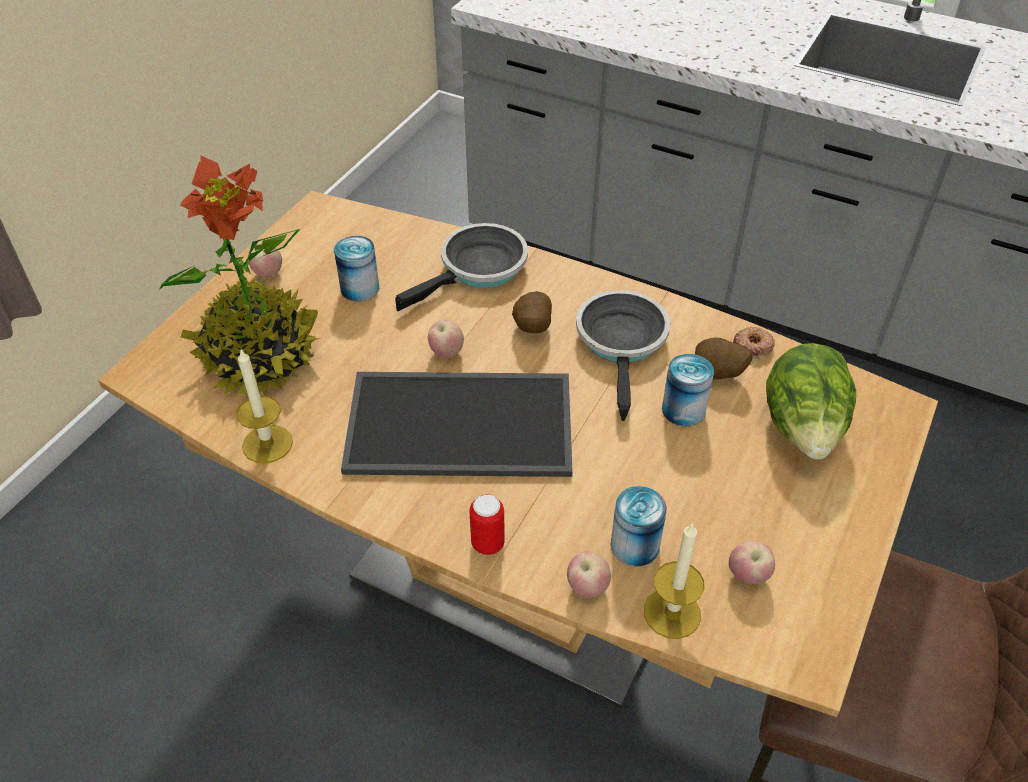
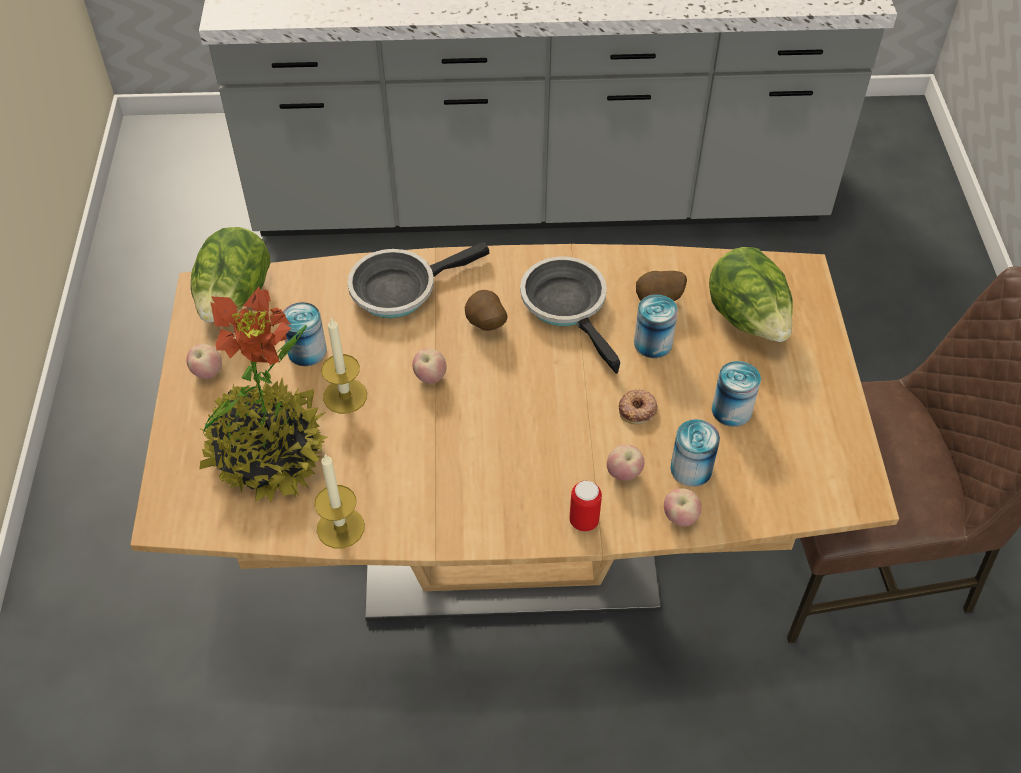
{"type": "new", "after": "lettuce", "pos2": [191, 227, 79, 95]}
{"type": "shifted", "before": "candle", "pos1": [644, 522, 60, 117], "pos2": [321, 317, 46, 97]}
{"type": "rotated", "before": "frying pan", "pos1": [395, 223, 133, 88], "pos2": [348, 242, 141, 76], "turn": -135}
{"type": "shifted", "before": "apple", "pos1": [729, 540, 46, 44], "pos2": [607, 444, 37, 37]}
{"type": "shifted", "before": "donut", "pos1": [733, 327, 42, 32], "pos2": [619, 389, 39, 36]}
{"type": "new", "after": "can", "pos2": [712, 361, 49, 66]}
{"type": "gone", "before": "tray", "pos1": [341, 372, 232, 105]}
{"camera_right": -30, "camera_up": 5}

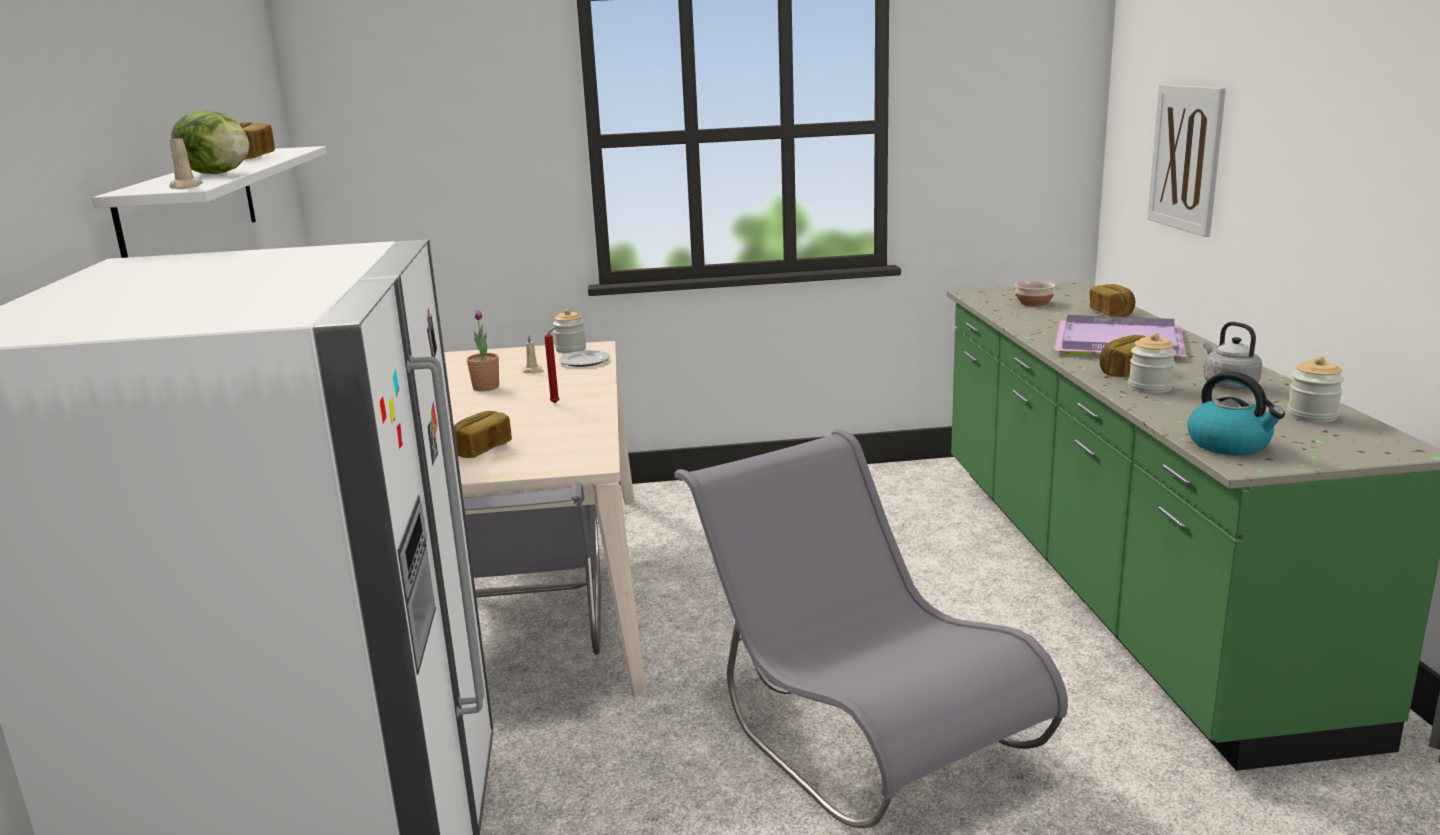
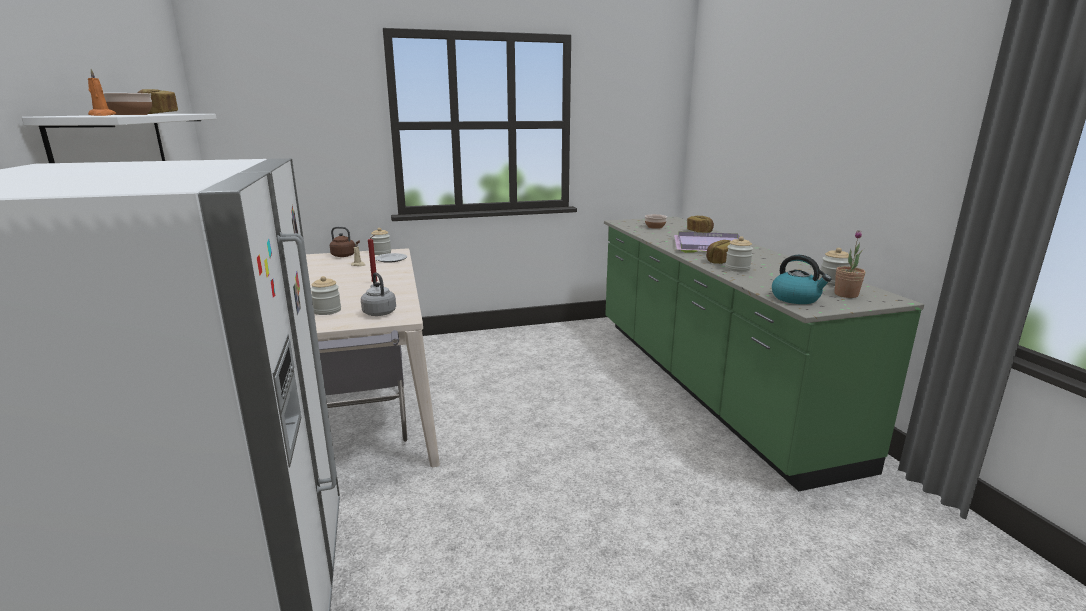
{"type": "repainted", "before": "candle (beige)", "after": "candle (orange)", "pos1": [169, 127, 34, 62], "pos2": [88, 69, 28, 47]}
{"type": "swapped", "before": "lettuce", "after": "bowl", "pos1": [171, 110, 79, 64], "pos2": [103, 93, 49, 22]}
{"type": "swapped", "before": "bread", "after": "jar", "pos1": [454, 411, 58, 47], "pos2": [311, 276, 30, 39]}
{"type": "new", "after": "kettle (brown)", "pos2": [330, 227, 30, 30]}
{"type": "shifted", "before": "kettle (grey)", "pos1": [1203, 322, 59, 67], "pos2": [361, 272, 35, 44]}
{"type": "shifted", "before": "potted plant", "pos1": [467, 310, 32, 81], "pos2": [834, 230, 32, 68]}
{"type": "gone", "before": "chair (grey)", "pos1": [675, 429, 393, 399]}
{"type": "gone", "before": "picture", "pos1": [1147, 84, 79, 153]}
{"camera_right": -10, "camera_up": 0}

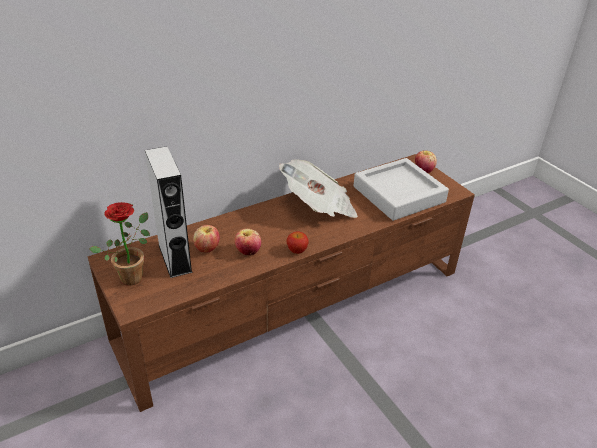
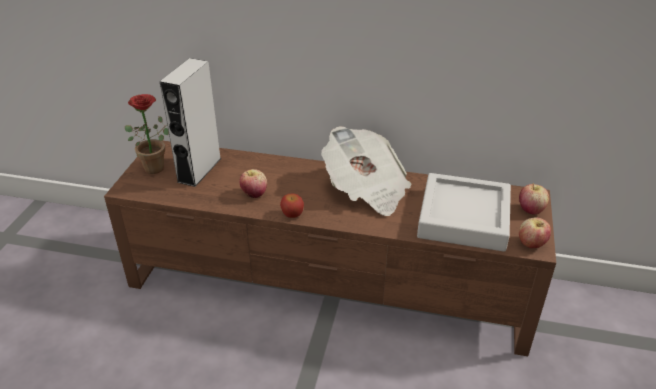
{"type": "shifted", "before": "apple", "pos1": [193, 225, 27, 27], "pos2": [519, 217, 32, 31]}
{"camera_right": 45, "camera_up": 0}

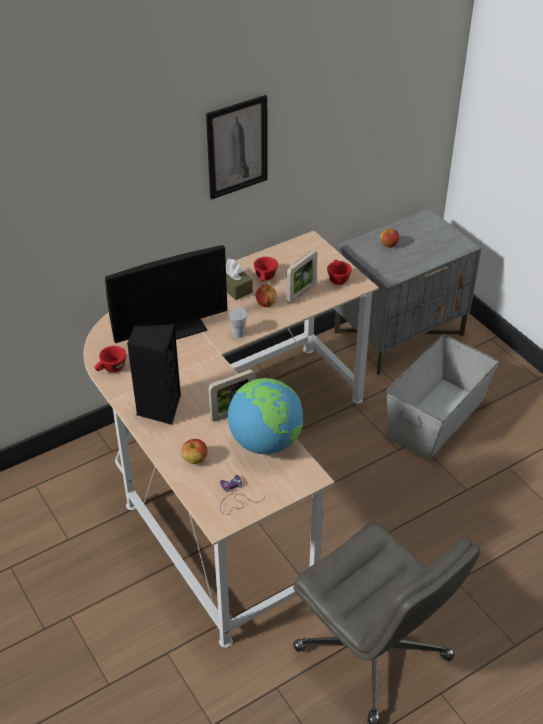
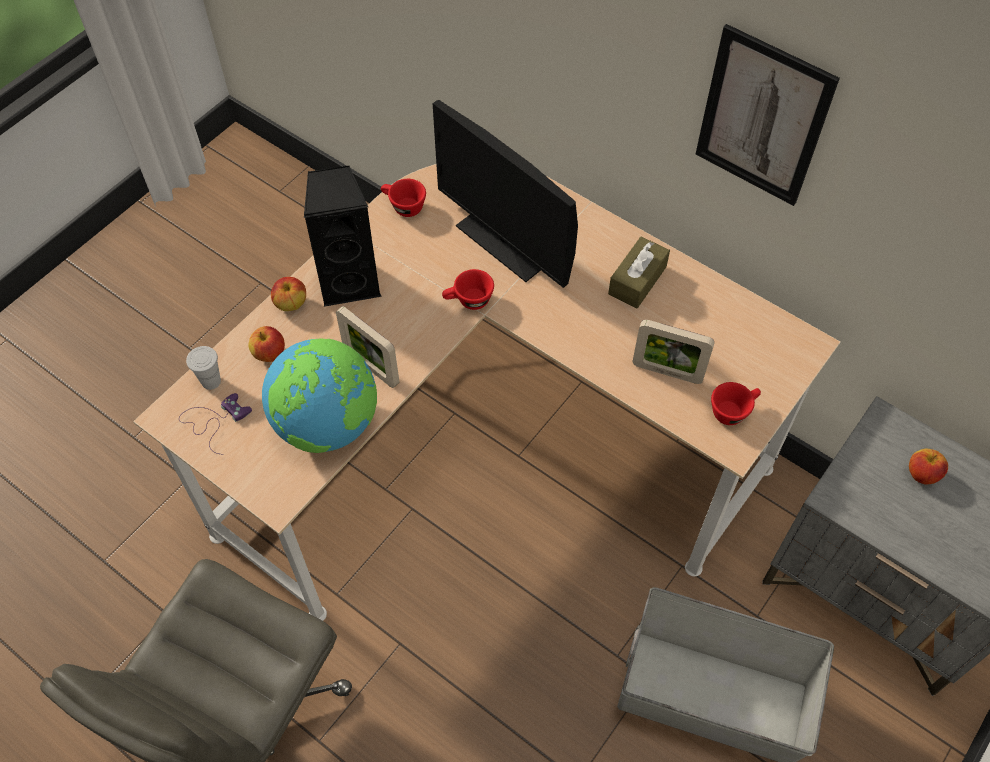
{"type": "shifted", "before": "cup (white)", "pos1": [229, 308, 19, 30], "pos2": [186, 346, 35, 44]}
{"type": "shifted", "before": "apple", "pos1": [255, 285, 22, 22], "pos2": [271, 277, 35, 34]}
{"type": "shifted", "before": "cup (red)", "pos1": [254, 257, 24, 25], "pos2": [442, 269, 52, 41]}
{"camera_right": 70, "camera_up": 15}

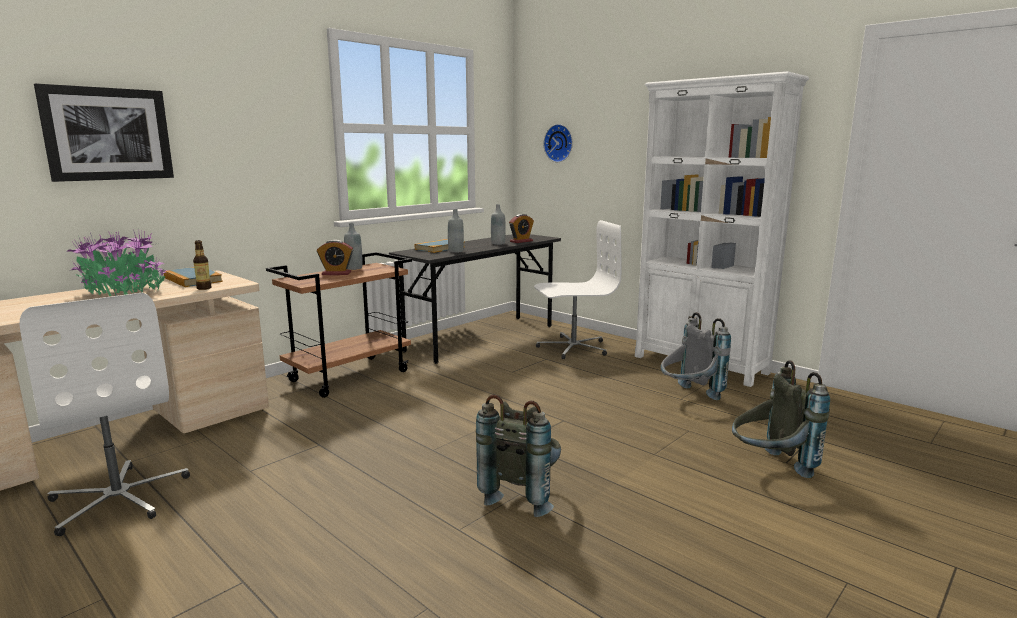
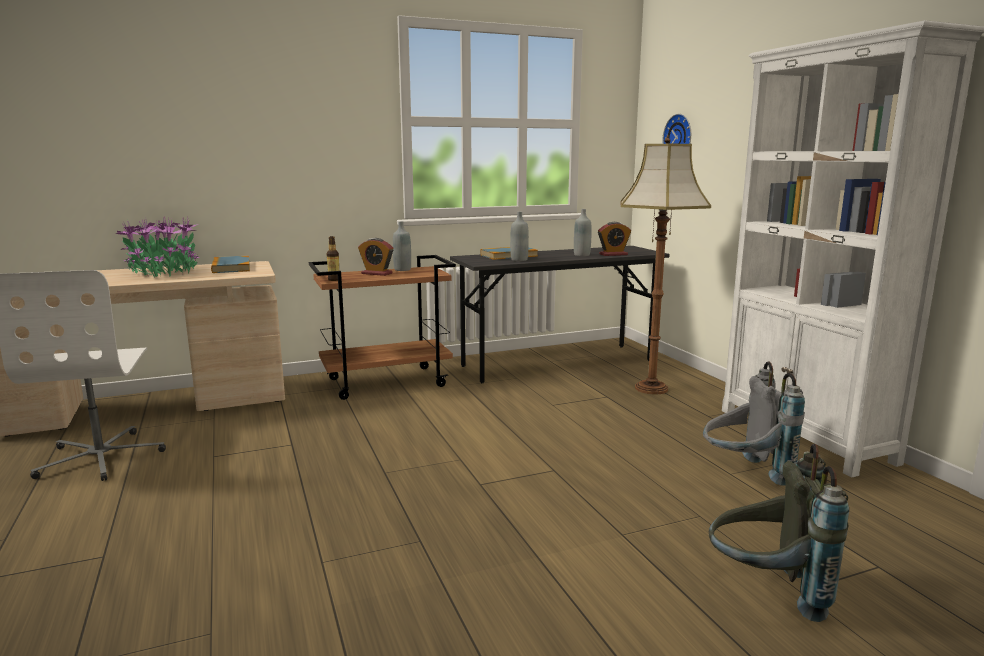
{"type": "shifted", "before": "bottle", "pos1": [193, 240, 19, 50], "pos2": [327, 236, 12, 45]}
{"type": "swapped", "before": "office chair (white)", "after": "floor lamp", "pos1": [534, 220, 87, 139], "pos2": [621, 135, 90, 259]}
{"type": "gone", "before": "picture", "pos1": [34, 83, 140, 99]}
{"type": "gone", "before": "backpack (grey)", "pos1": [476, 394, 85, 123]}
{"camera_right": 25, "camera_up": 0}

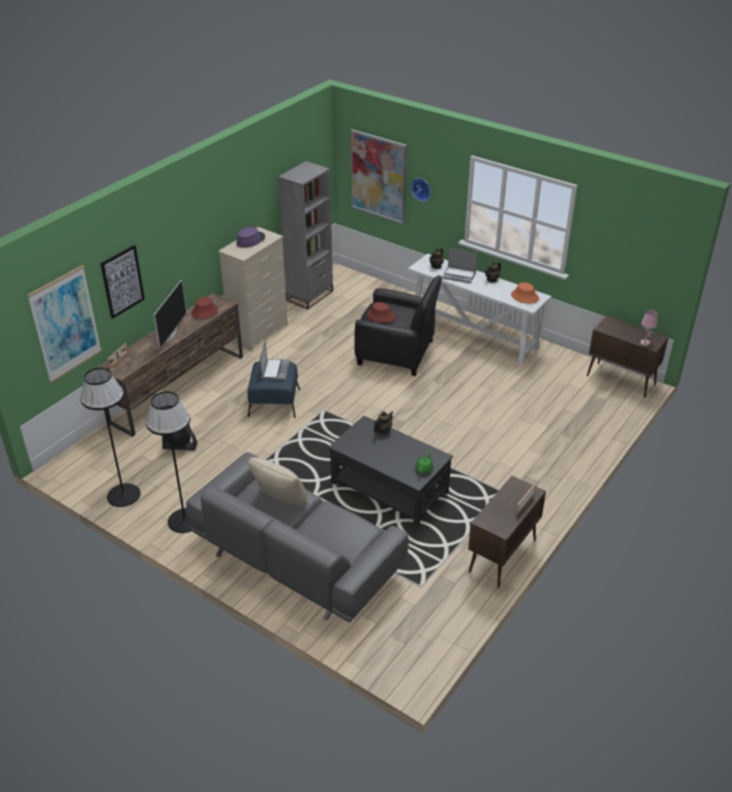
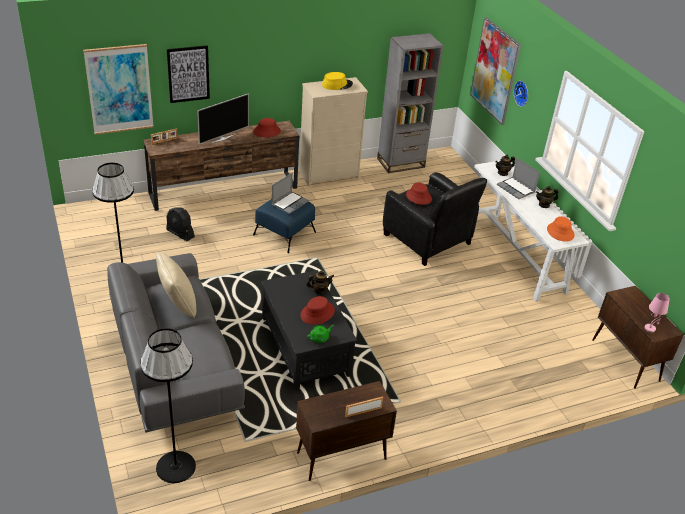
{"type": "shifted", "before": "floor lamp (black)", "pos1": [80, 368, 61, 139], "pos2": [140, 328, 56, 155]}
{"type": "new", "after": "hat (red)", "pos2": [300, 296, 35, 29]}
{"type": "repainted", "before": "hat (purple)", "after": "hat (yellow)", "pos1": [237, 227, 28, 21], "pos2": [322, 72, 31, 18]}
{"camera_right": 30, "camera_up": 0}

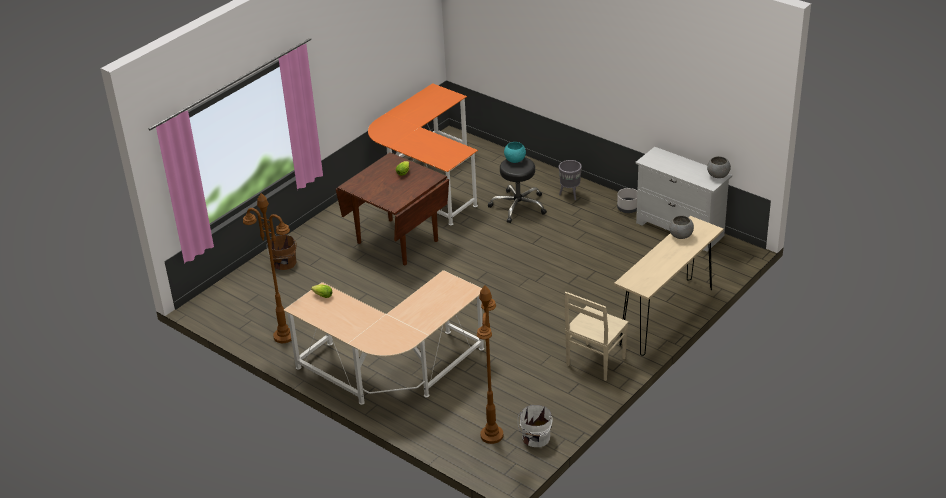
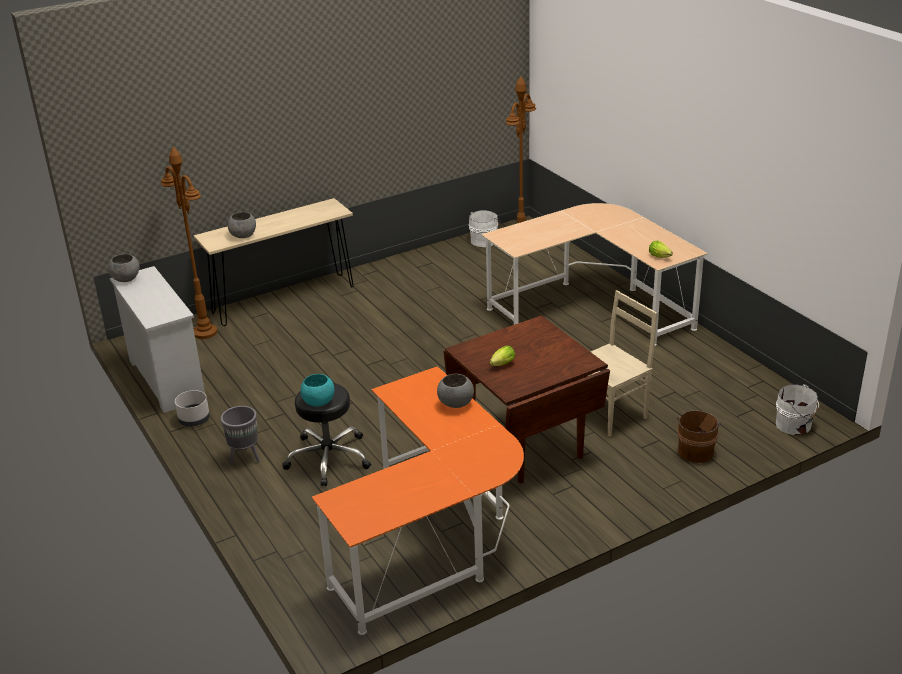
{"type": "shifted", "before": "floor lamp (brown)", "pos1": [243, 193, 49, 150], "pos2": [161, 147, 56, 192]}
{"type": "new", "after": "bowl (grey)", "pos2": [437, 374, 37, 34]}
{"type": "shifted", "before": "chair (beige)", "pos1": [565, 292, 63, 89], "pos2": [588, 290, 69, 147]}
{"type": "new", "after": "bucket (white)", "pos2": [776, 384, 43, 51]}
{"camera_right": -160, "camera_up": -5}

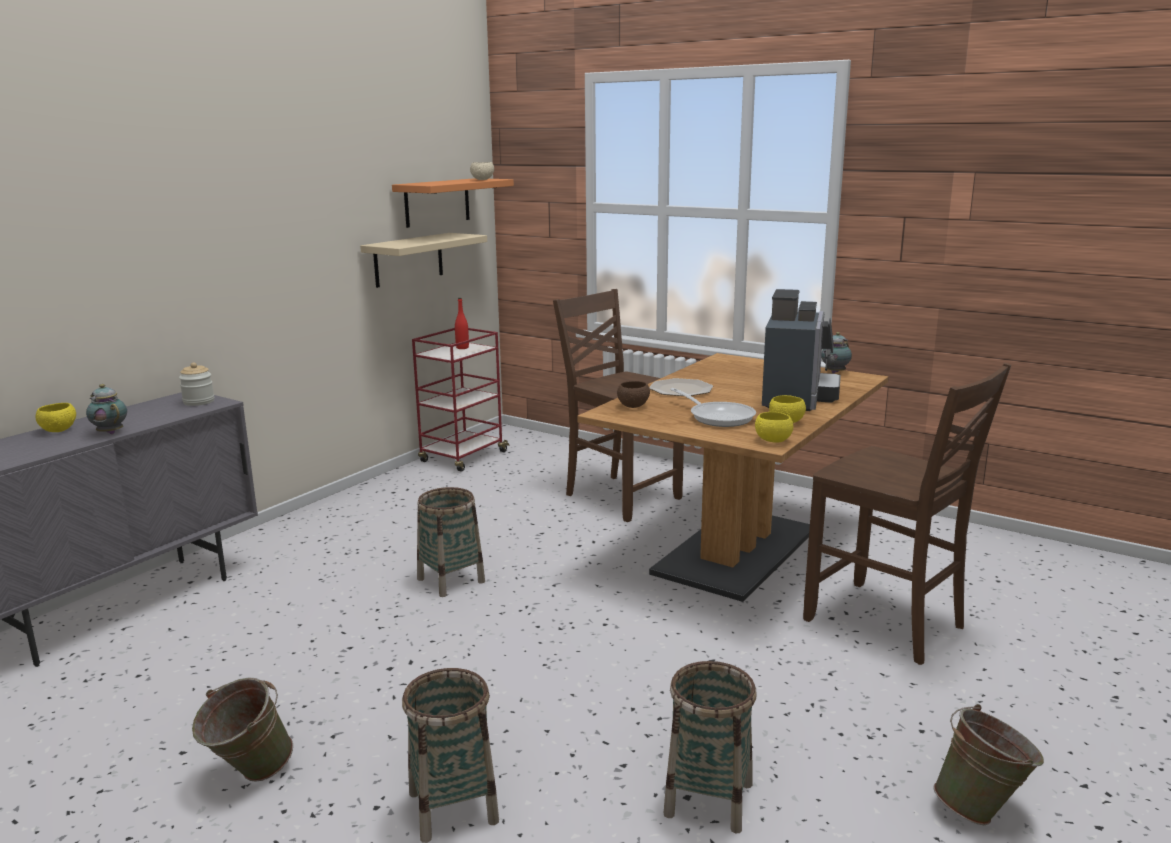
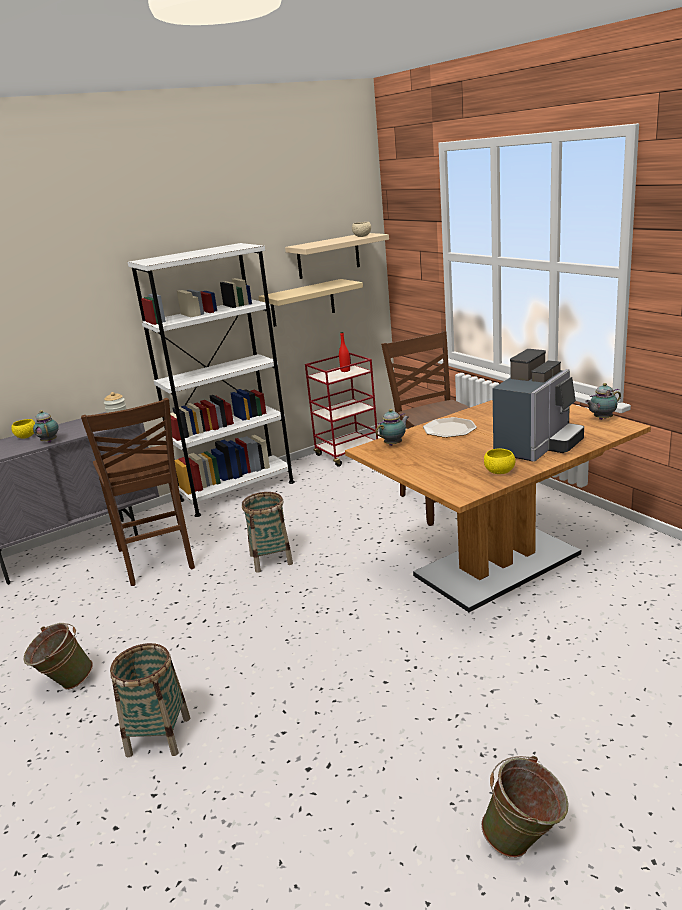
{"type": "shifted", "before": "chair (brown)", "pos1": [803, 363, 208, 302], "pos2": [81, 398, 114, 188]}
{"type": "new", "after": "bookcase (white)", "pos2": [128, 243, 167, 274]}
{"type": "repainted", "before": "shelf (orange)", "after": "shelf (beige)", "pos1": [392, 178, 122, 50], "pos2": [285, 233, 104, 46]}
{"type": "swapped", "before": "bowl (brown)", "after": "teapot", "pos1": [617, 381, 33, 27], "pos2": [376, 409, 32, 37]}
{"type": "gone", "before": "basket", "pos1": [664, 661, 92, 173]}
{"type": "gone", "before": "frying pan", "pos1": [670, 388, 86, 39]}
{"type": "gone", "before": "bowl (yellow)", "pos1": [755, 412, 38, 31]}
{"camera_right": 25, "camera_up": 5}

